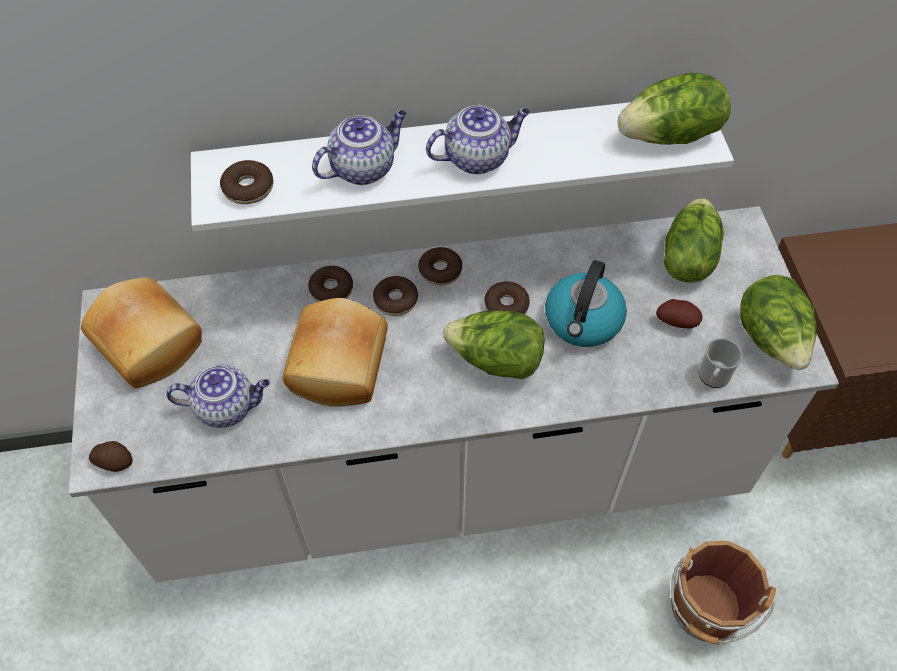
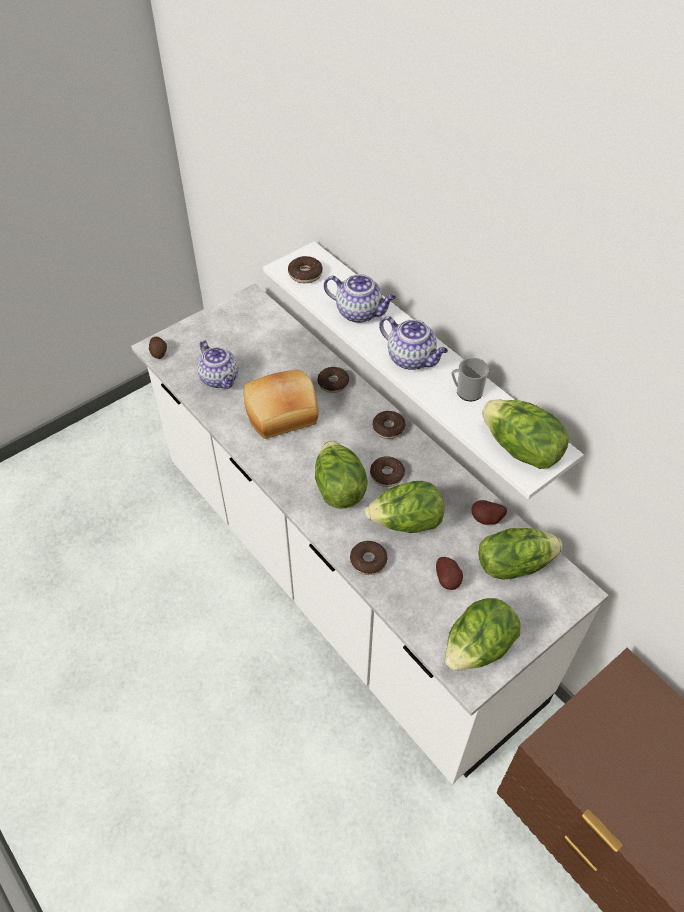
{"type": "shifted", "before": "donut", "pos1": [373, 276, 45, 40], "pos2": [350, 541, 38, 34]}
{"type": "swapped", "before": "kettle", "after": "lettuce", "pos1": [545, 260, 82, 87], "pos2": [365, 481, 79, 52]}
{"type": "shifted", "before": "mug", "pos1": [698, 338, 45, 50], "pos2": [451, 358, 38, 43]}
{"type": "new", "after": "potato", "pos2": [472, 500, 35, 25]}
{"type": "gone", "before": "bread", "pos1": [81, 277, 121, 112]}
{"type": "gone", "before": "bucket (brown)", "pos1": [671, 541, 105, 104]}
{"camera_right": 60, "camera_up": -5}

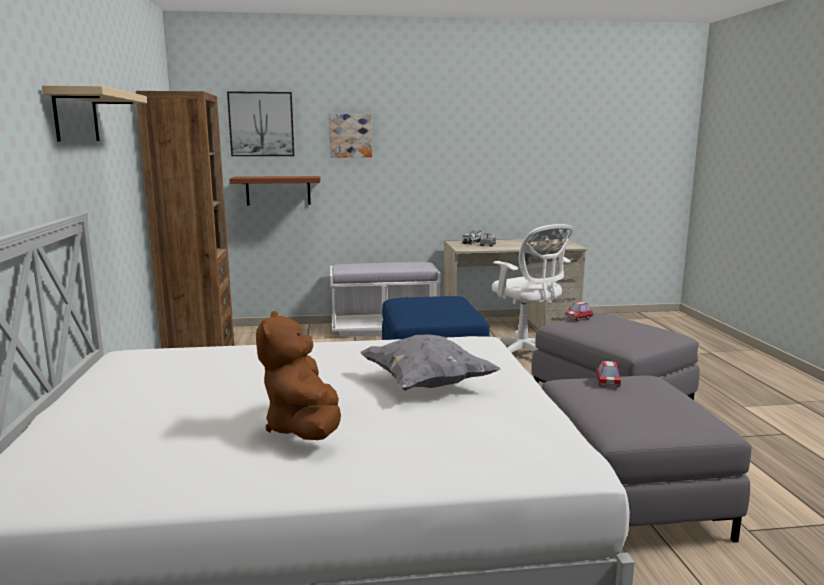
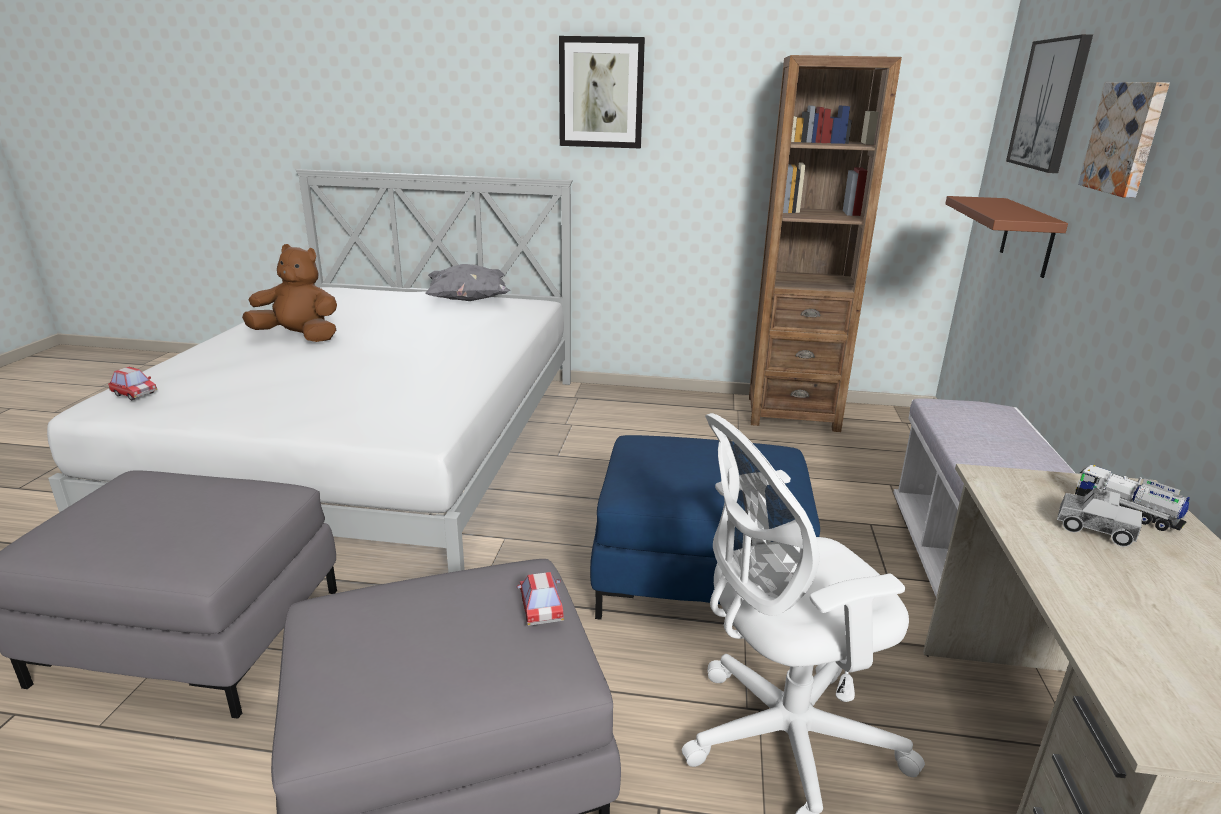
{"type": "shifted", "before": "toy car", "pos1": [595, 361, 26, 26], "pos2": [108, 367, 49, 33]}
{"type": "shifted", "before": "pillow (grey)", "pos1": [360, 334, 141, 57], "pos2": [425, 264, 85, 37]}
{"type": "swapped", "before": "shelf (beige)", "after": "picture", "pos1": [42, 85, 105, 56], "pos2": [559, 36, 86, 112]}
{"camera_right": 105, "camera_up": 10}

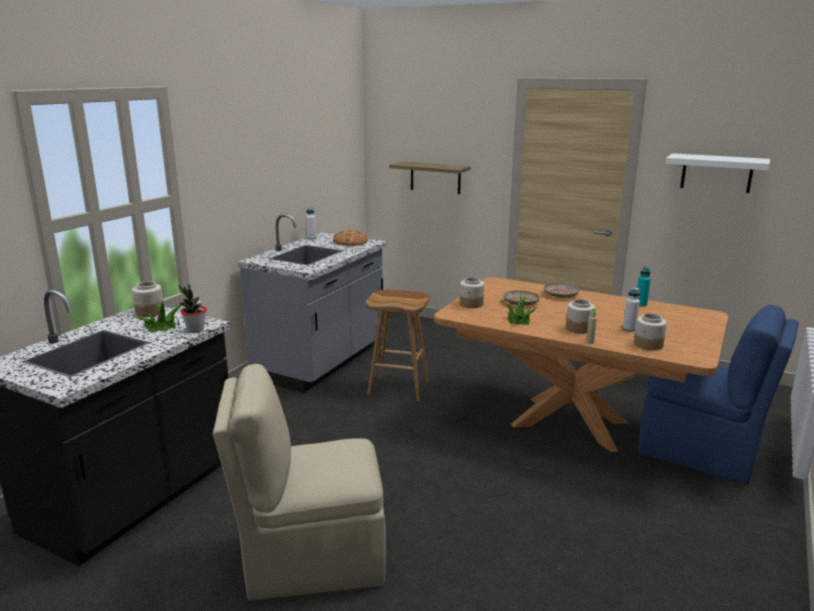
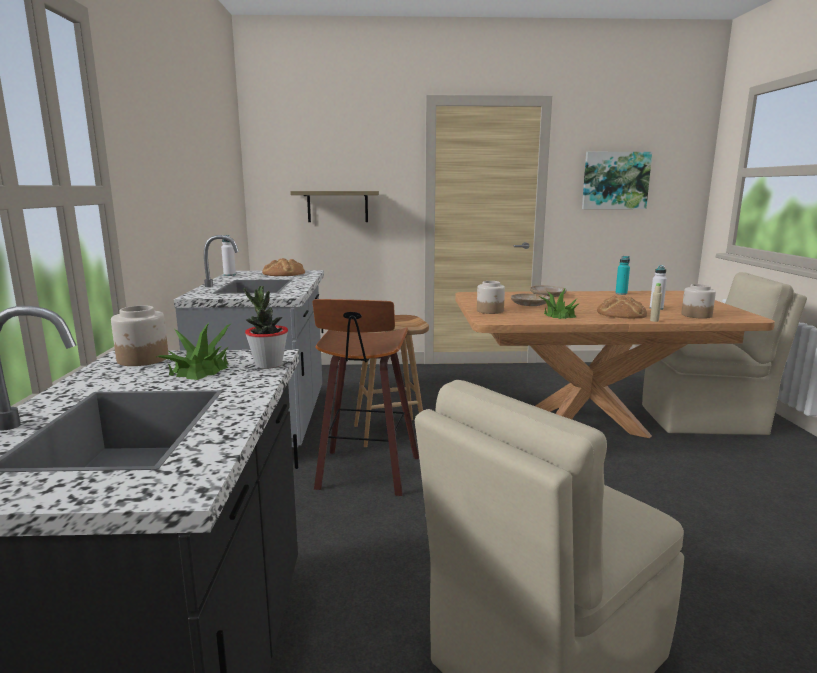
{"type": "new", "after": "stool", "pos2": [313, 299, 106, 197]}
{"type": "swapped", "before": "shelf (white)", "after": "picture", "pos1": [665, 153, 105, 40], "pos2": [582, 152, 70, 57]}
{"type": "swapped", "before": "jar", "after": "bread", "pos1": [566, 299, 29, 35], "pos2": [597, 296, 50, 23]}
{"type": "repainted", "before": "chair (blue)", "after": "chair (beige)", "pos1": [638, 305, 161, 180], "pos2": [642, 272, 165, 163]}
{"camera_right": -30, "camera_up": -5}

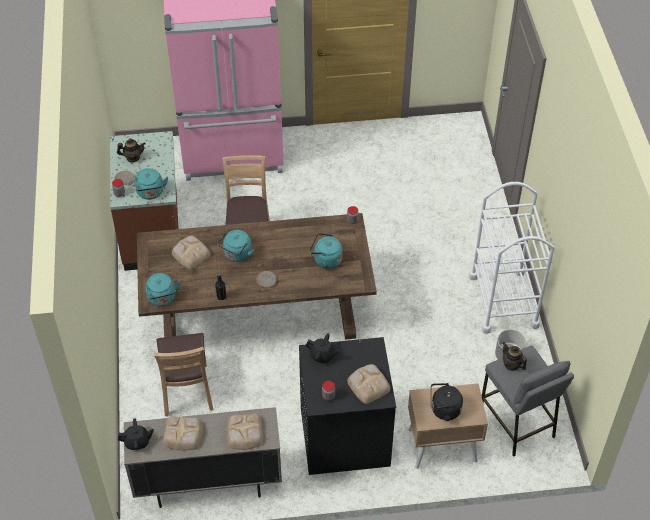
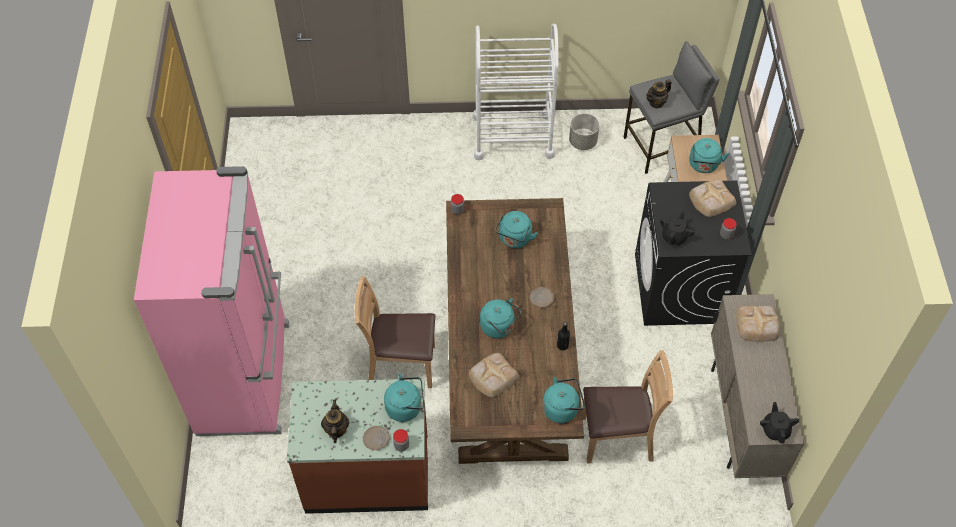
{"type": "repainted", "before": "kettle (black)", "after": "kettle (turquoise)", "pos1": [431, 383, 32, 38], "pos2": [689, 138, 40, 35]}
{"type": "gone", "before": "bread", "pos1": [162, 417, 41, 33]}
{"camera_right": -85, "camera_up": 5}

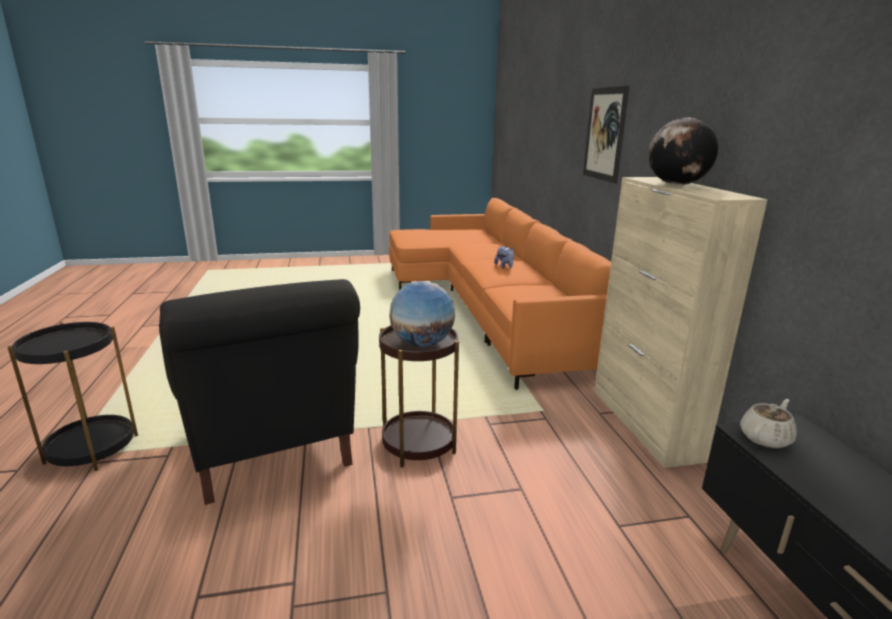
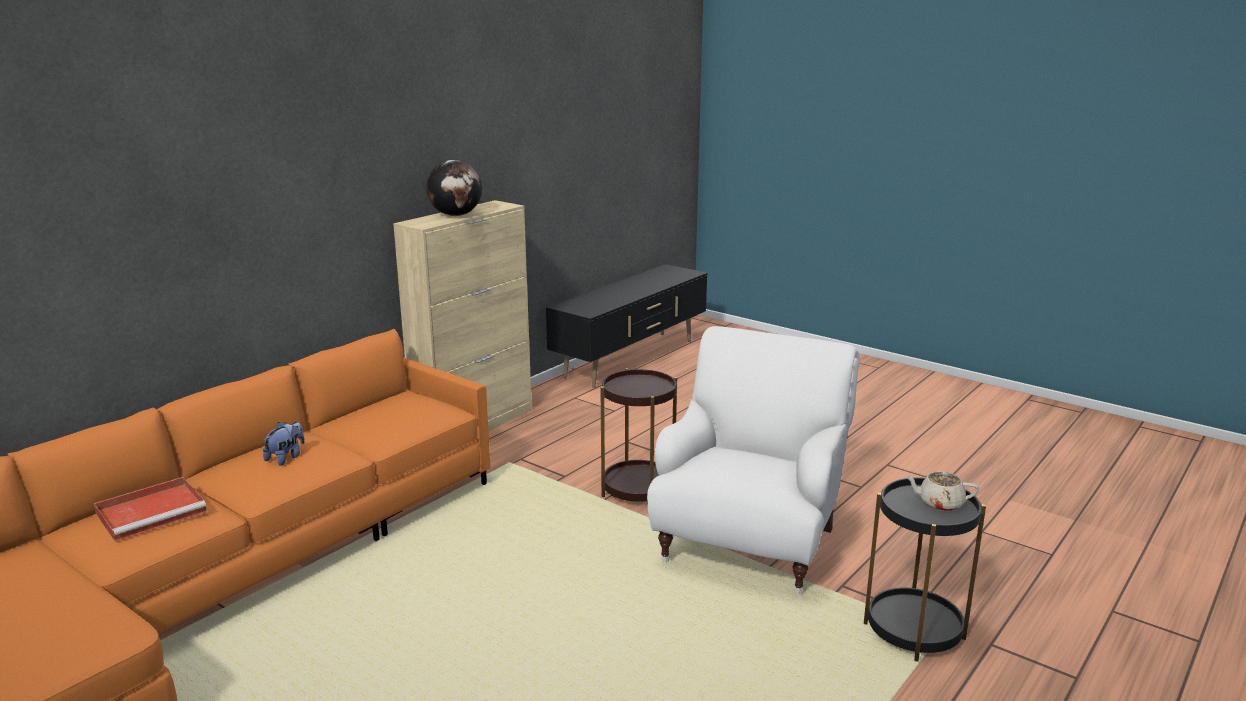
{"type": "new", "after": "tray (red)", "pos2": [94, 477, 113, 65]}
{"type": "repainted", "before": "armchair (black)", "after": "armchair (white)", "pos1": [159, 279, 201, 226], "pos2": [647, 326, 213, 268]}
{"type": "shifted", "before": "teapot (beige)", "pos1": [740, 399, 57, 49], "pos2": [905, 471, 74, 40]}
{"type": "gone", "before": "globe", "pos1": [389, 281, 66, 66]}
{"type": "gone", "before": "picture", "pos1": [583, 86, 46, 98]}
{"camera_right": -130, "camera_up": 0}

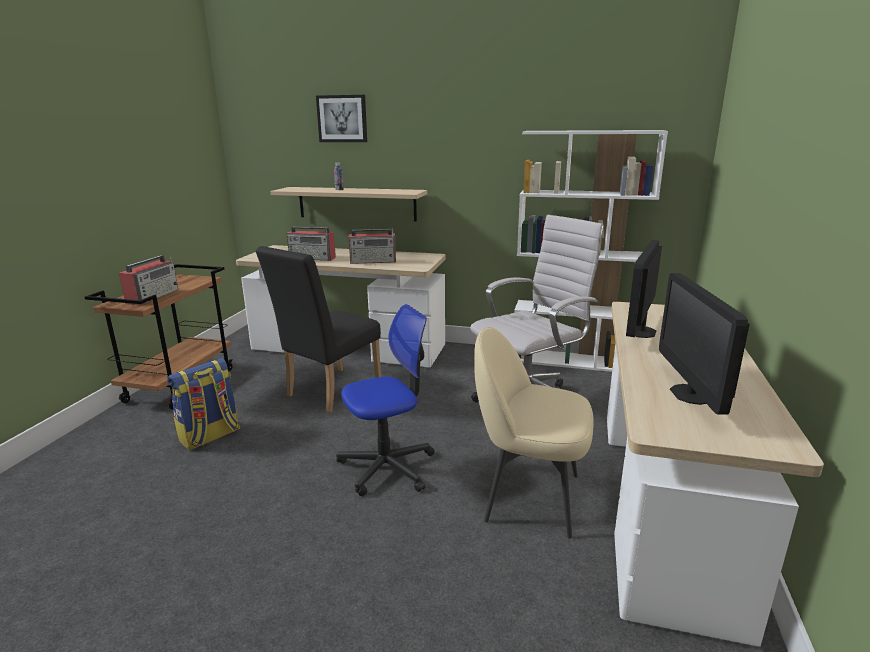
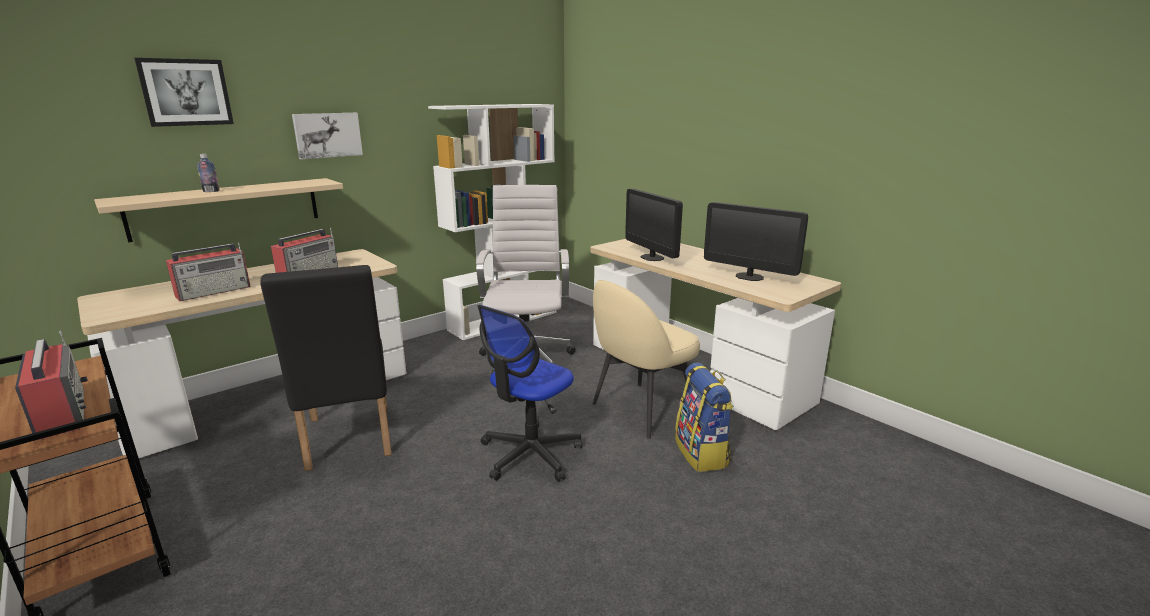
{"type": "new", "after": "picture", "pos2": [292, 113, 71, 46]}
{"type": "rotated", "before": "office chair", "pos1": [336, 304, 99, 192], "pos2": [477, 305, 105, 177], "turn": -150}
{"type": "shifted", "before": "backpack", "pos1": [167, 358, 73, 92], "pos2": [675, 363, 58, 109]}
{"camera_right": -55, "camera_up": 0}

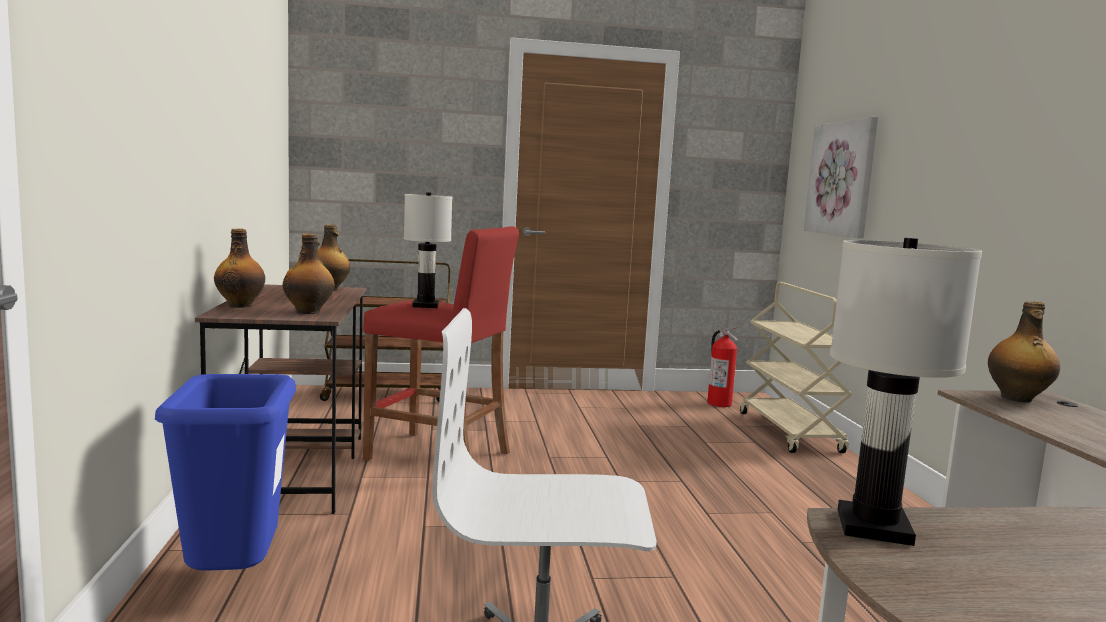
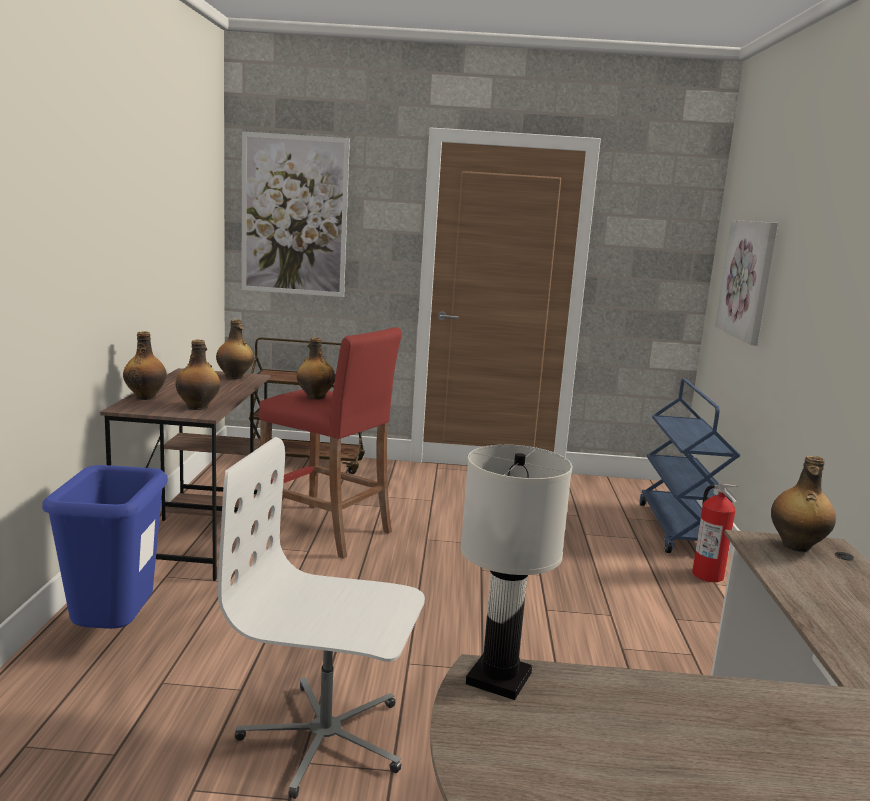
{"type": "new", "after": "picture", "pos2": [241, 131, 109, 166]}
{"type": "swapped", "before": "table lamp (white)", "after": "bottle", "pos1": [404, 192, 48, 116], "pos2": [297, 337, 38, 62]}
{"type": "repainted", "before": "cart (beige)", "after": "cart (blue)", "pos1": [740, 282, 113, 171], "pos2": [639, 379, 101, 174]}
{"type": "shifted", "before": "fire extinguisher", "pos1": [707, 327, 31, 80], "pos2": [692, 484, 46, 98]}
{"camera_right": 10, "camera_up": 5}

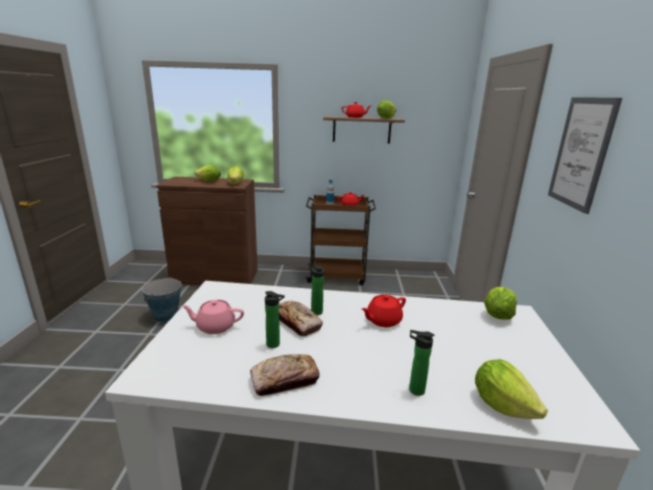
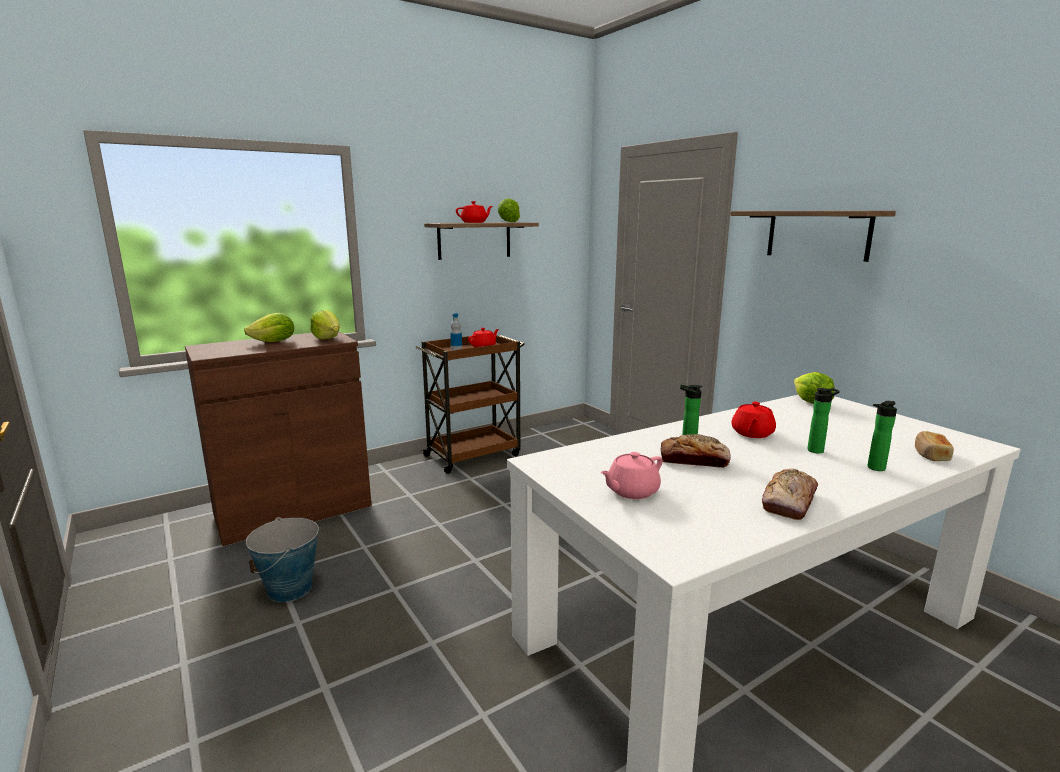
{"type": "swapped", "before": "picture", "after": "shelf", "pos1": [548, 97, 74, 117], "pos2": [730, 211, 166, 51]}
{"type": "shifted", "before": "bottle", "pos1": [265, 291, 20, 57], "pos2": [807, 388, 33, 65]}
{"type": "swapped", "before": "lettuce", "after": "bread", "pos1": [475, 359, 73, 60], "pos2": [915, 431, 39, 30]}
{"camera_right": -35, "camera_up": -5}

